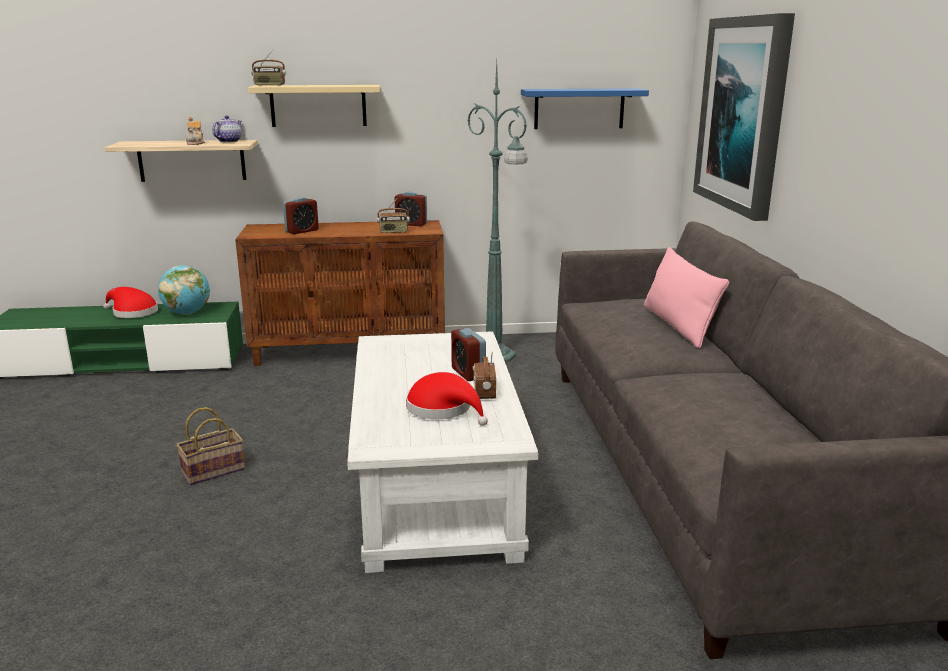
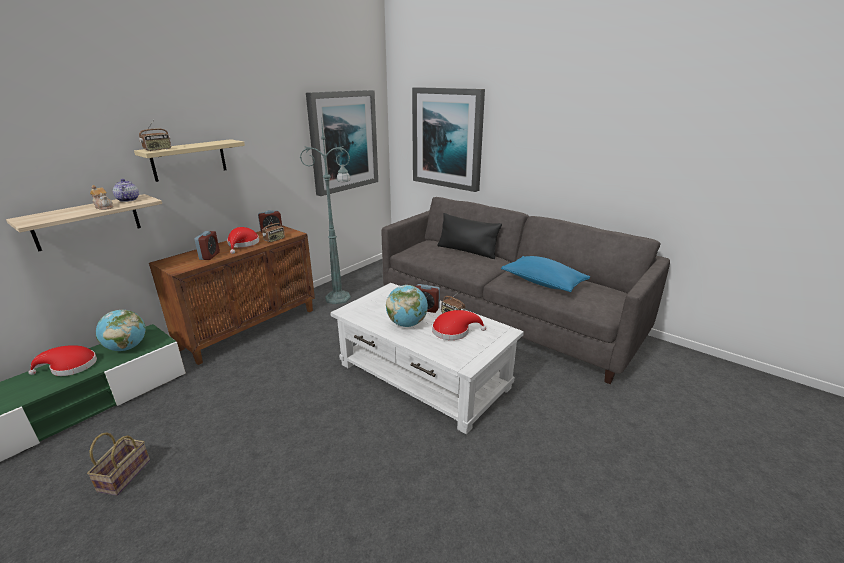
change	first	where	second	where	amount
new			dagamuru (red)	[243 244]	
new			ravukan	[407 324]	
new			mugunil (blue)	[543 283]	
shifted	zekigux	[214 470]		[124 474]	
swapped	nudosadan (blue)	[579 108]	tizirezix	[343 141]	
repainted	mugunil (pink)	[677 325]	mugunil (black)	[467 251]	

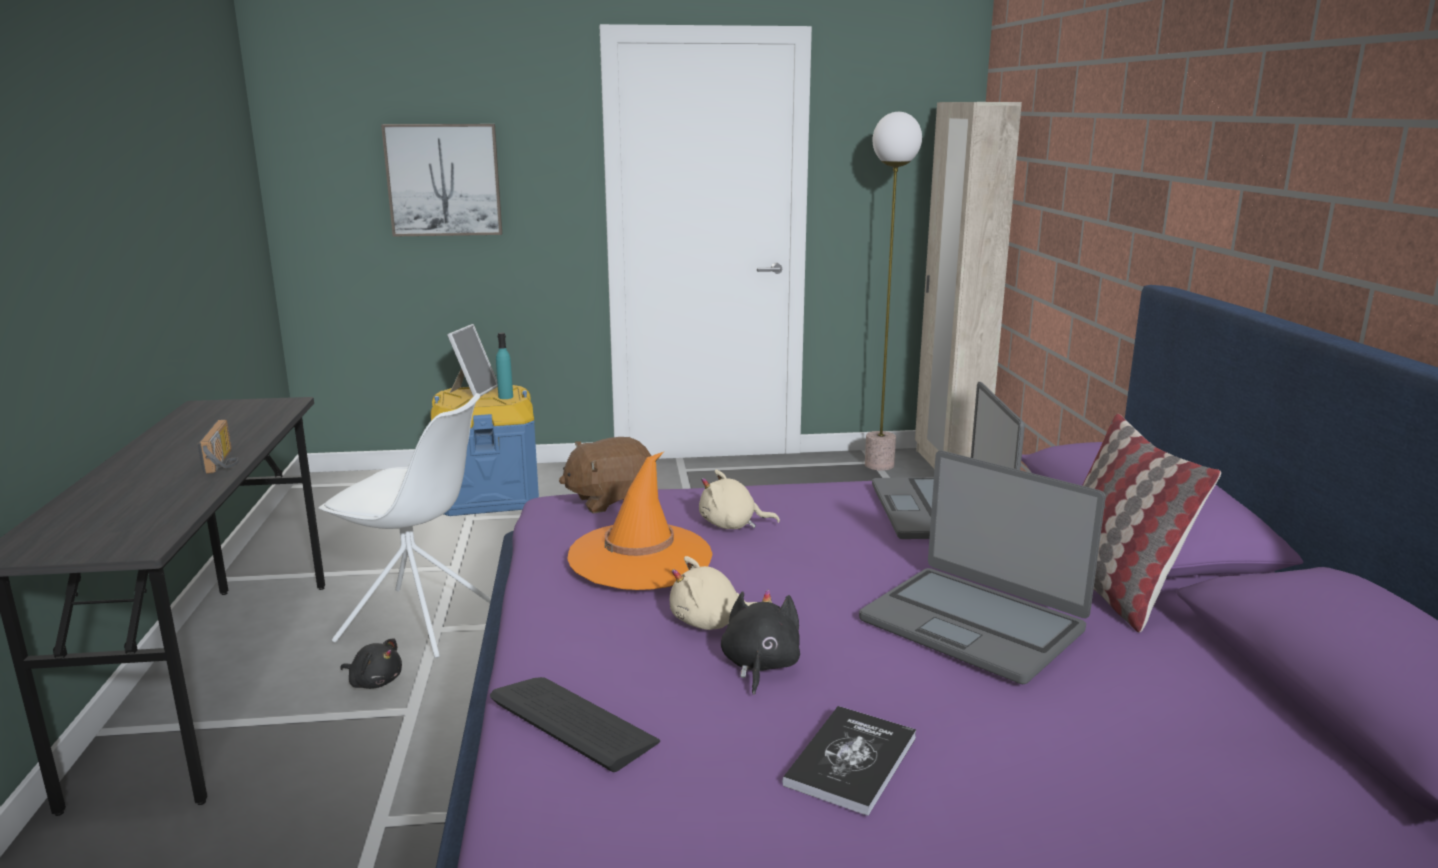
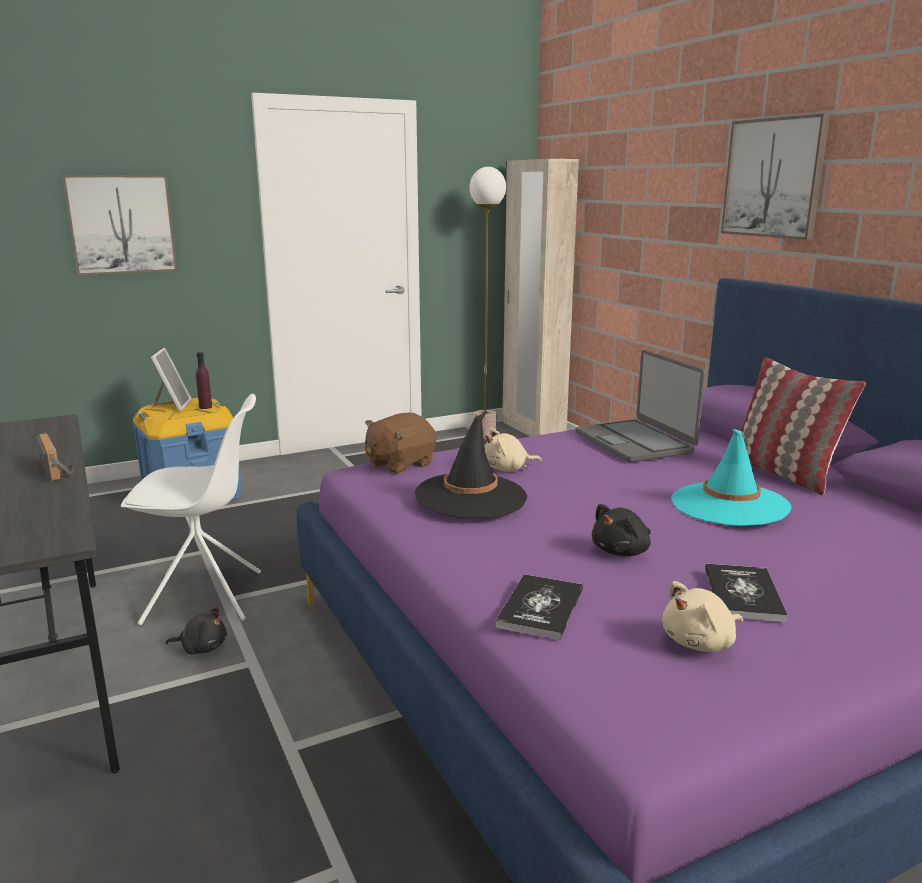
change	first	where	second	where	amount
new			tizirezix	[774 178]	
shifted	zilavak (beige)	[710 622]		[700 643]	
swapped	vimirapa	[573 723]	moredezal	[541 608]	
swapped	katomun	[973 624]	dagamuru (turquoise)	[729 505]	
repainted	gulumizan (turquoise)	[505 397]	gulumizan (purple)	[205 407]	
repainted	dagamuru (orange)	[640 557]	dagamuru (black)	[471 496]	
rotated	zilavak (black)	[759 665]		[622 551]	120 degrees counterclockwise

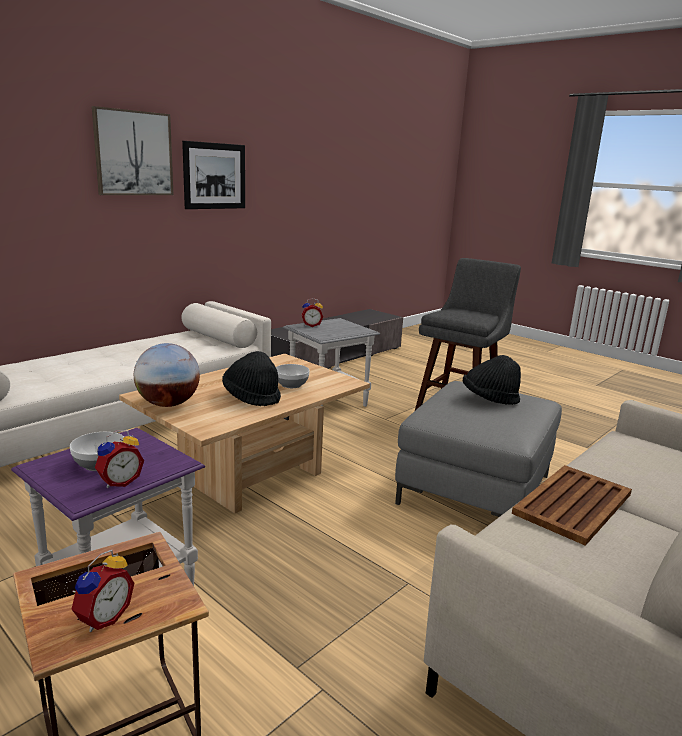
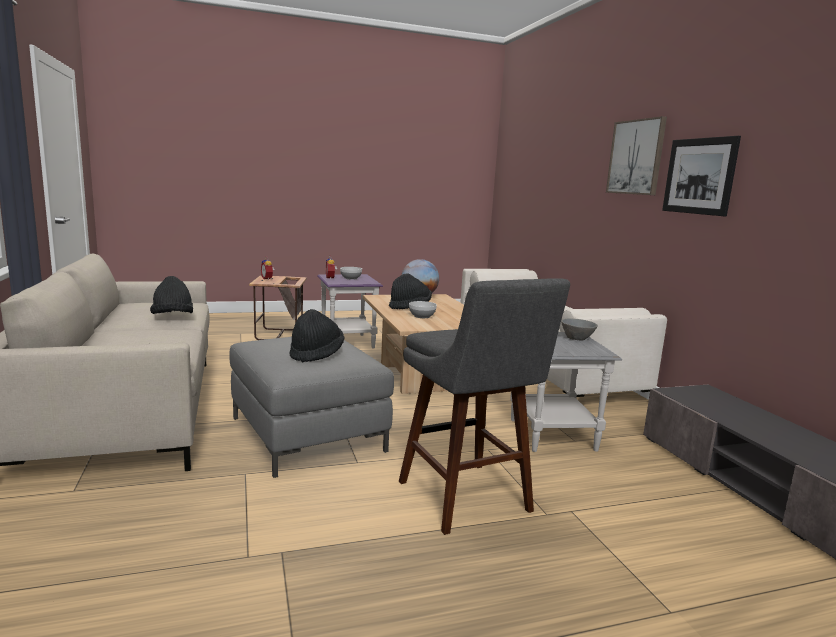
change	first	where	second	where	amount
swapped	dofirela	[311 325]	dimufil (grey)	[577 339]	
swapped	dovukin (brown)	[572 504]	dagamuru (black)	[173 317]	

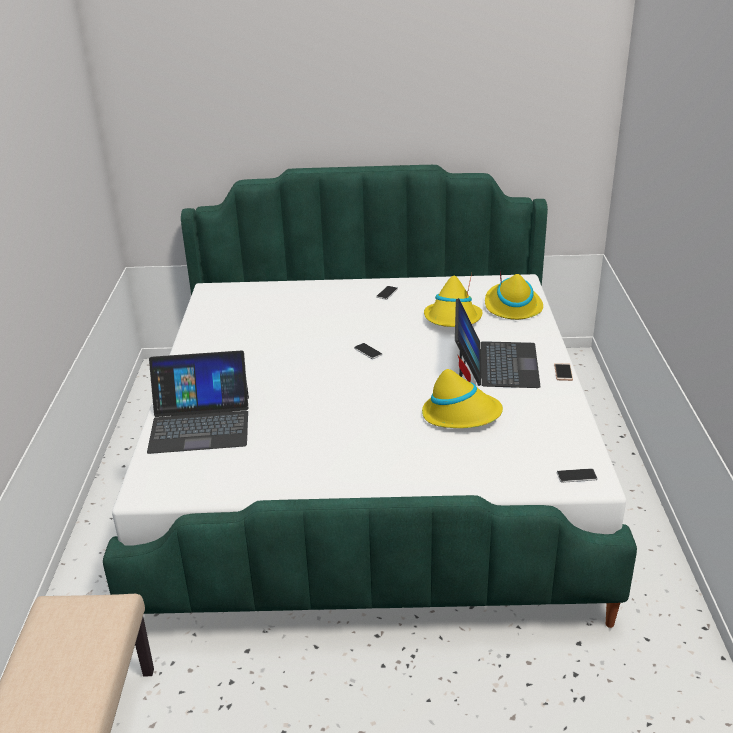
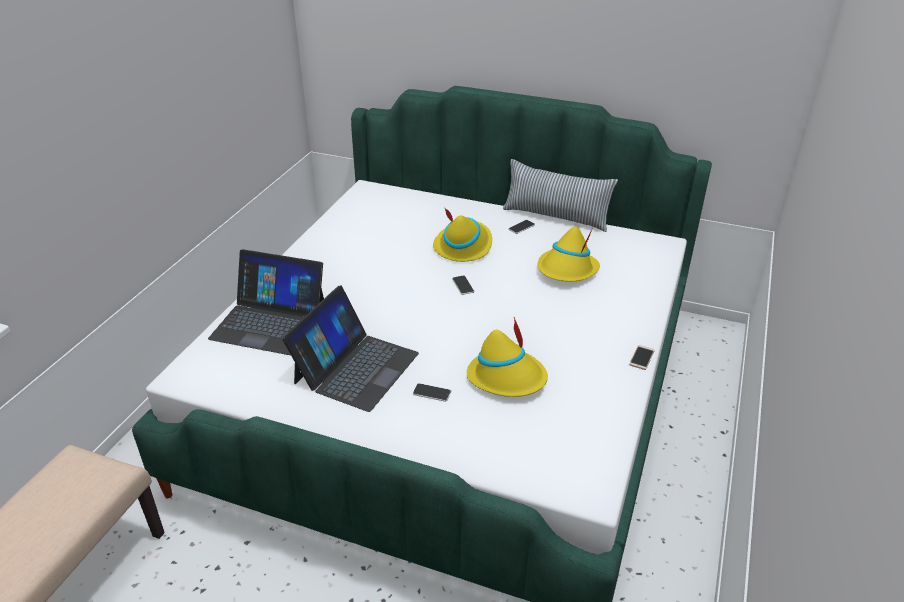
change	first	where	second	where	amount
new			mugunil	[556 217]	
shifted	katomun	[495 364]		[355 367]	
shifted	dagamuru (yellow)	[512 306]		[463 246]	
shifted	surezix	[576 476]		[432 393]	

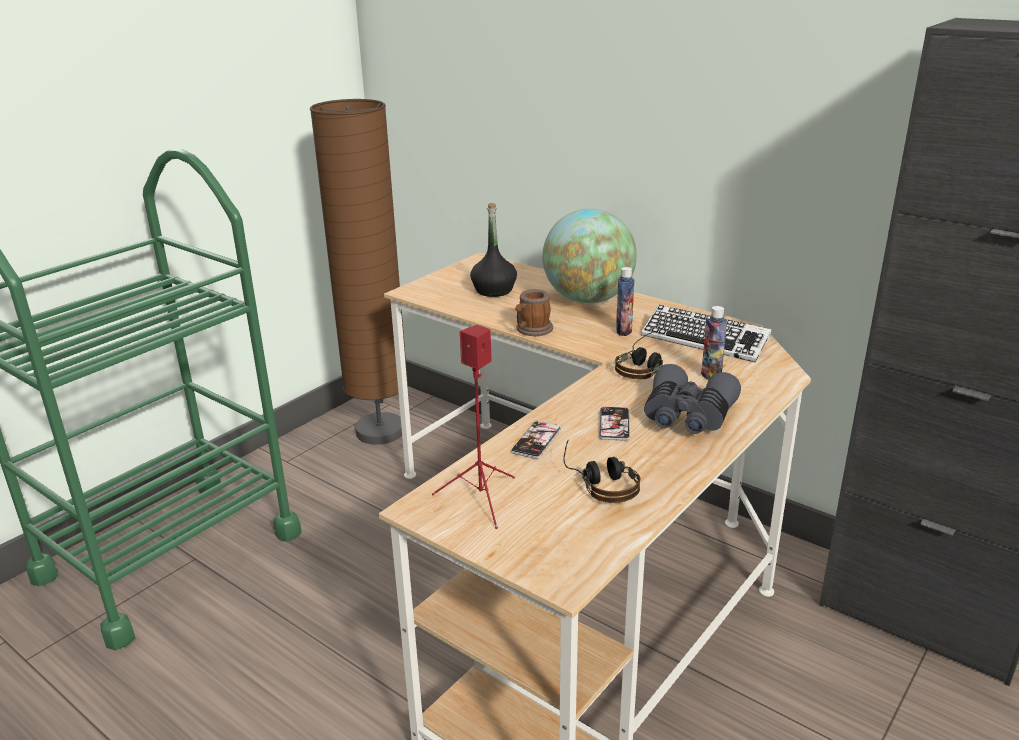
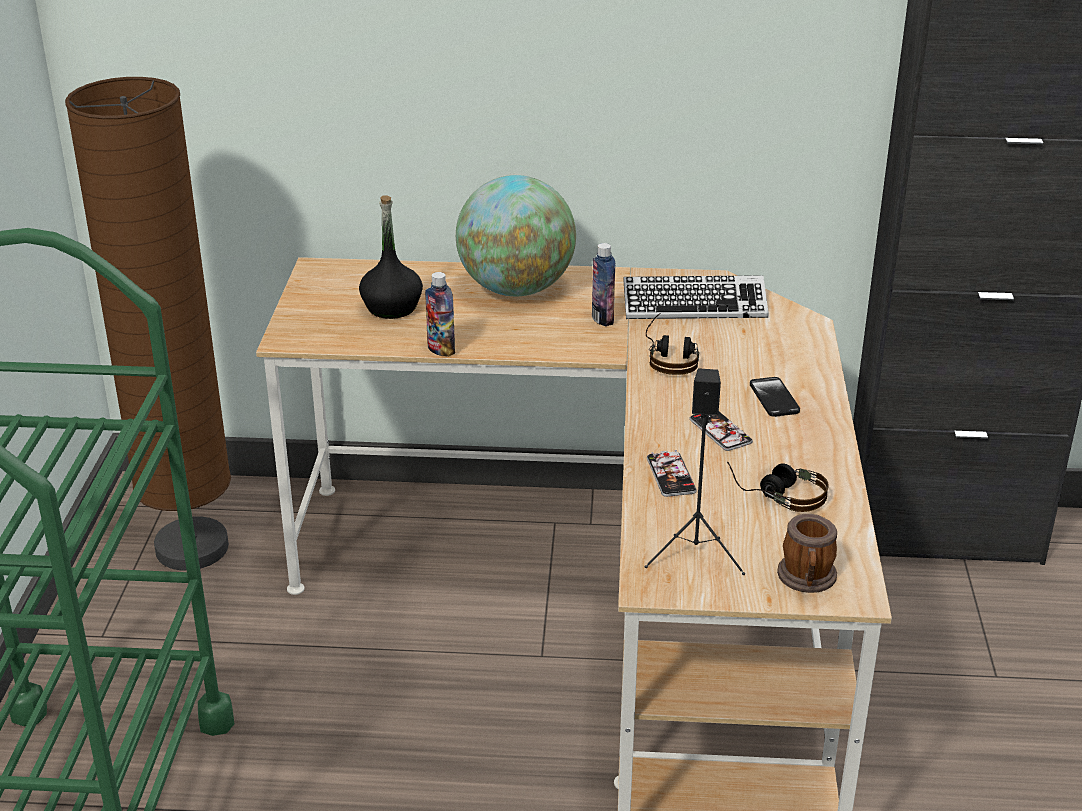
change	first	where	second	where	amount
shifted	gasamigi	[532 330]		[807 579]	
shifted	gulumizan	[711 376]		[441 350]	
swapped	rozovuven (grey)	[687 416]	surezix	[774 398]	
repainted	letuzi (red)	[481 500]	letuzi (black)	[697 553]	

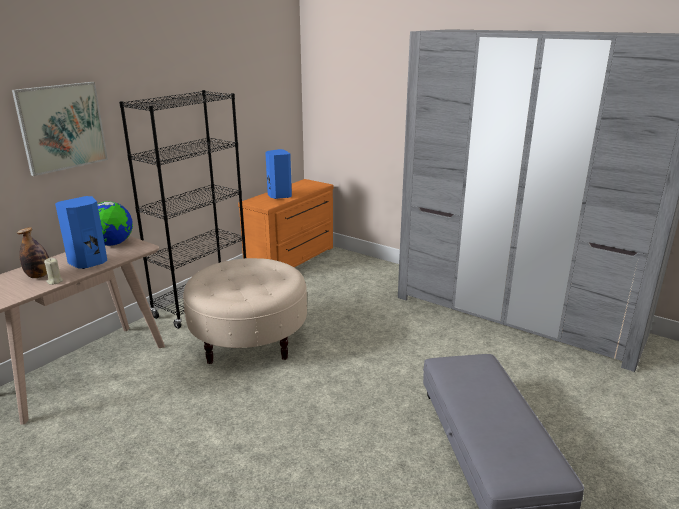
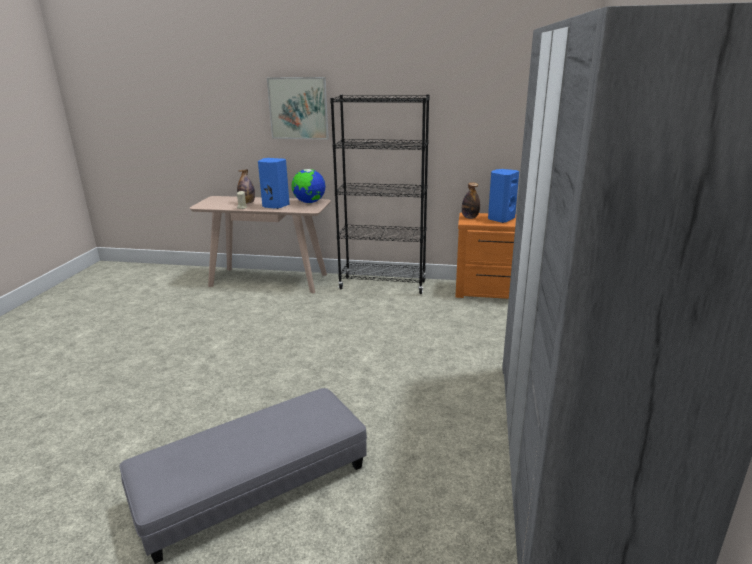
change	first	where	second	where	amount
gone	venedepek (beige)	[249 340]			
new			gulumizan	[470 217]	

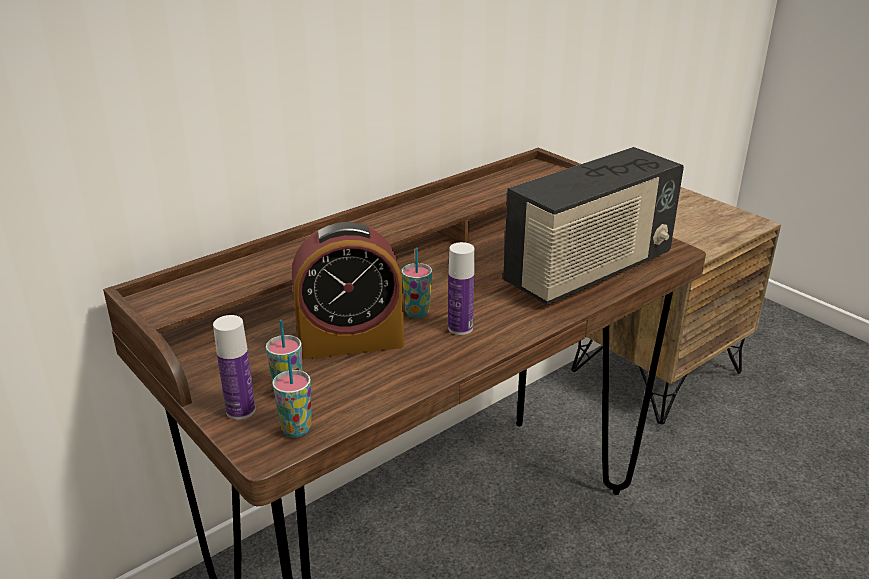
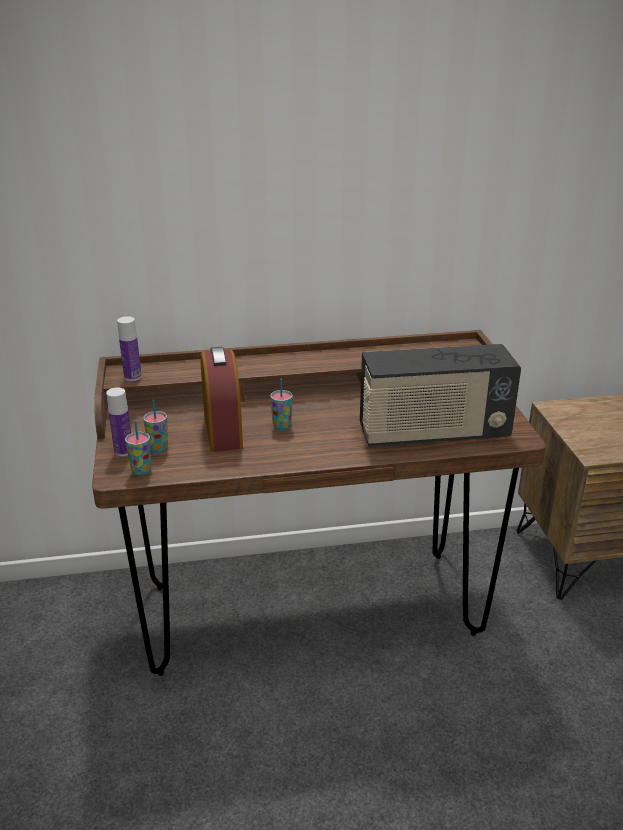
change	first	where	second	where	amount
shifted	gulumizan	[460 328]		[132 377]	
rotated	dofirela	[350 341]		[223 431]	120 degrees counterclockwise

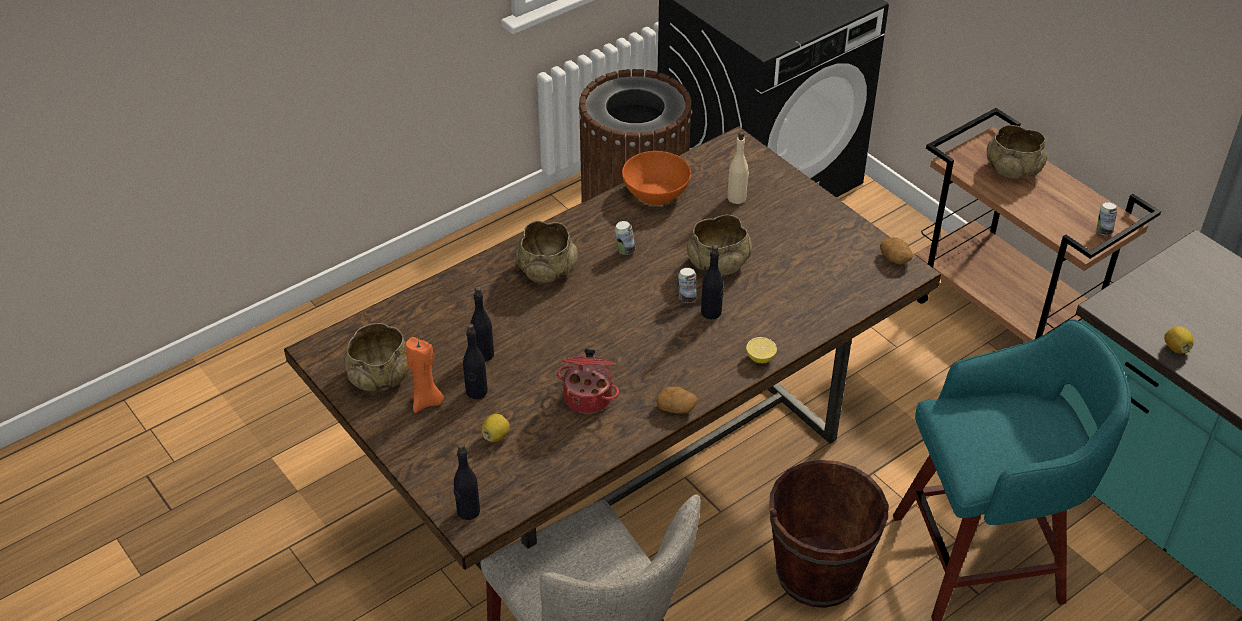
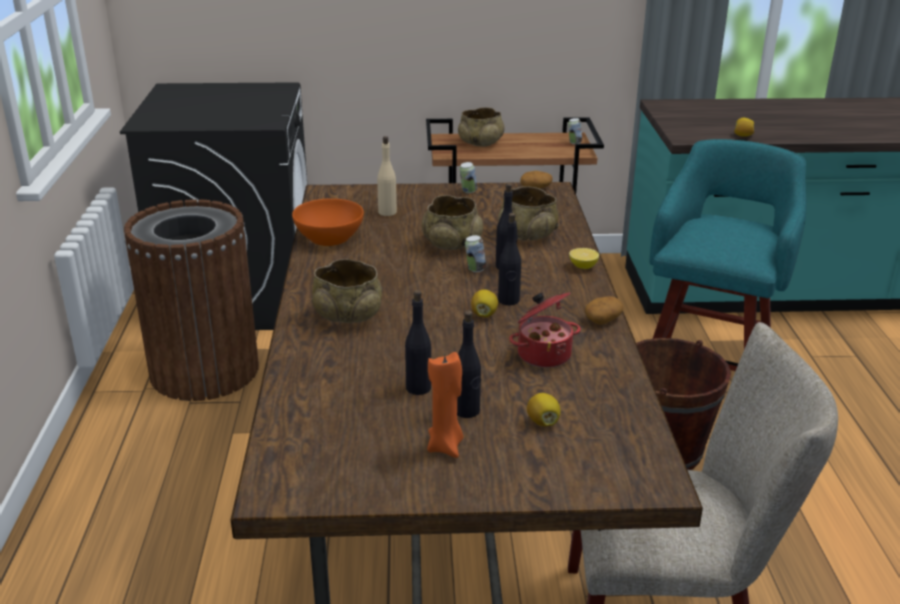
change	first	where	second	where	amount
new			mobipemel	[484 314]	
shifted	dimufil (beige)	[380 376]		[527 234]	
shifted	gulumizan (black)	[468 511]		[508 300]	
shifted	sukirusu	[625 250]		[468 191]	

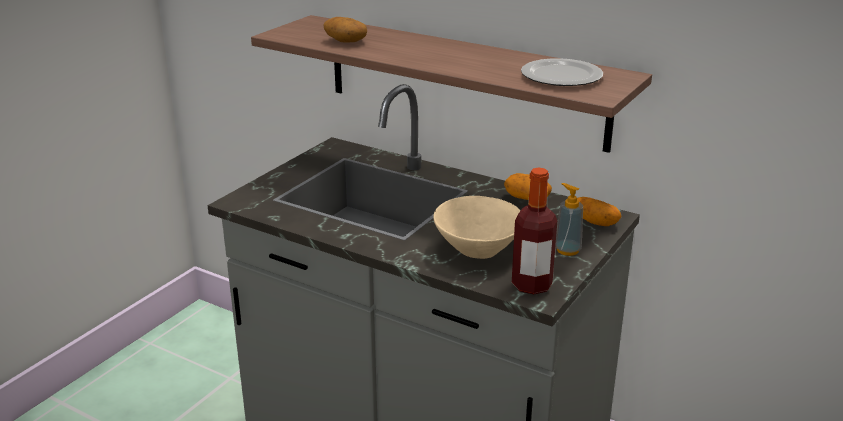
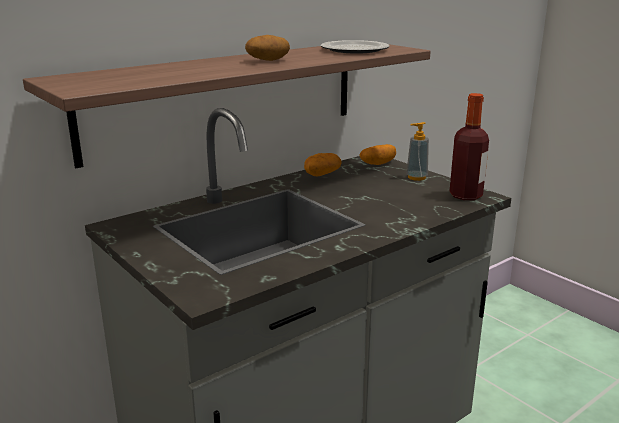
change	first	where	second	where	amount
gone	dimufil (beige)	[478 251]			
shifted	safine	[345 41]		[268 60]	

